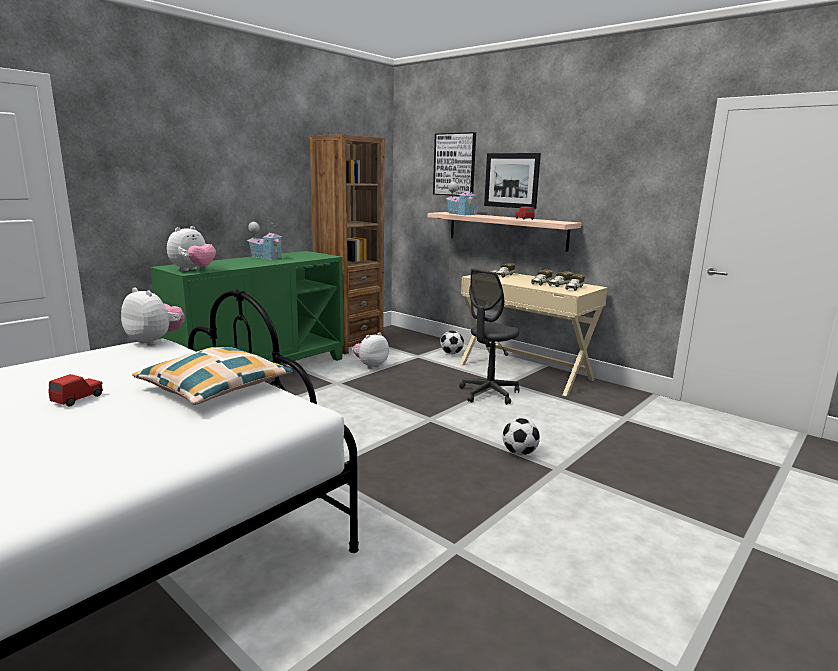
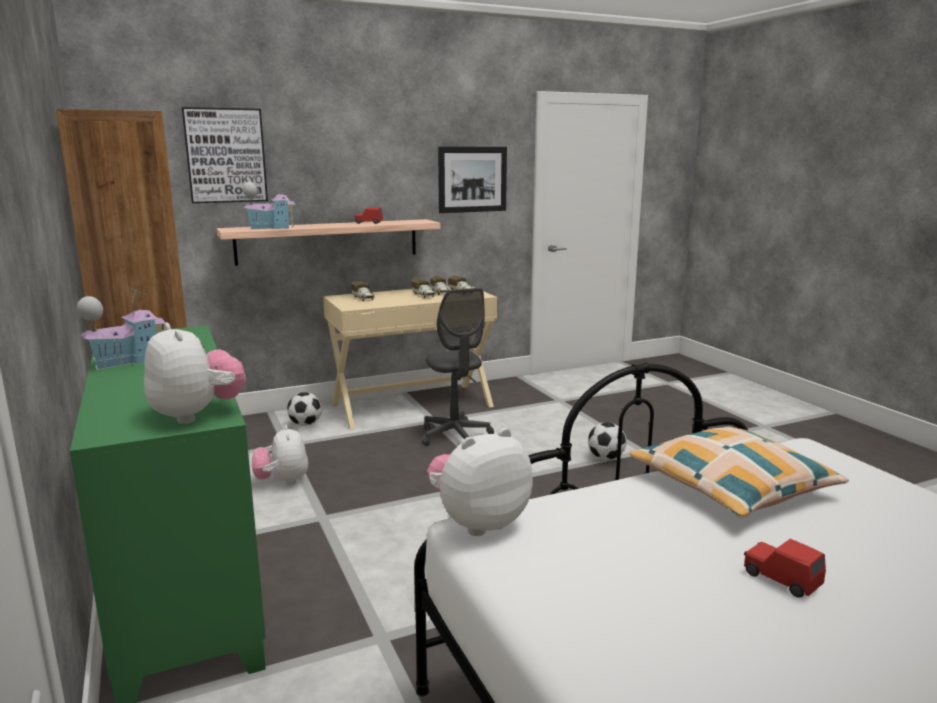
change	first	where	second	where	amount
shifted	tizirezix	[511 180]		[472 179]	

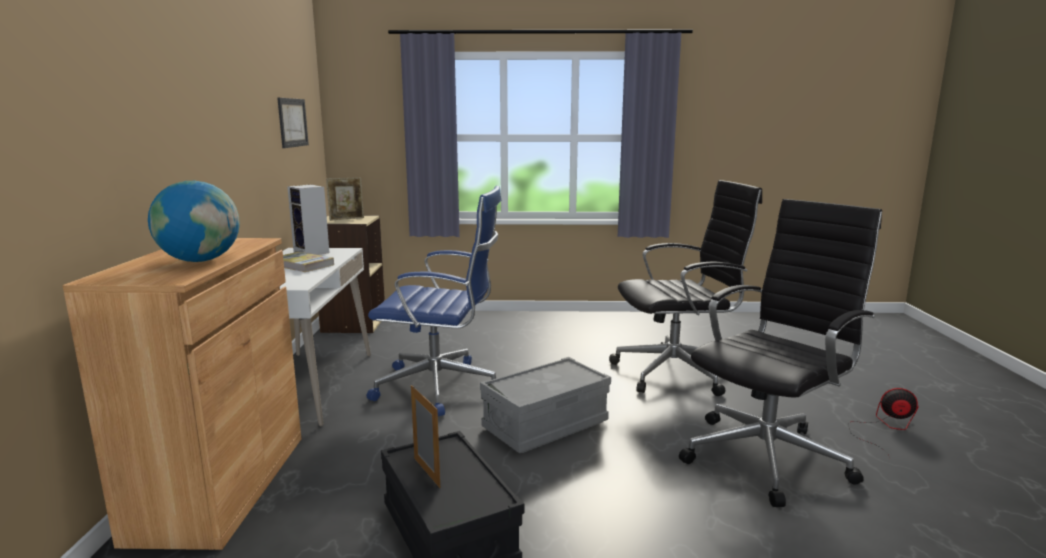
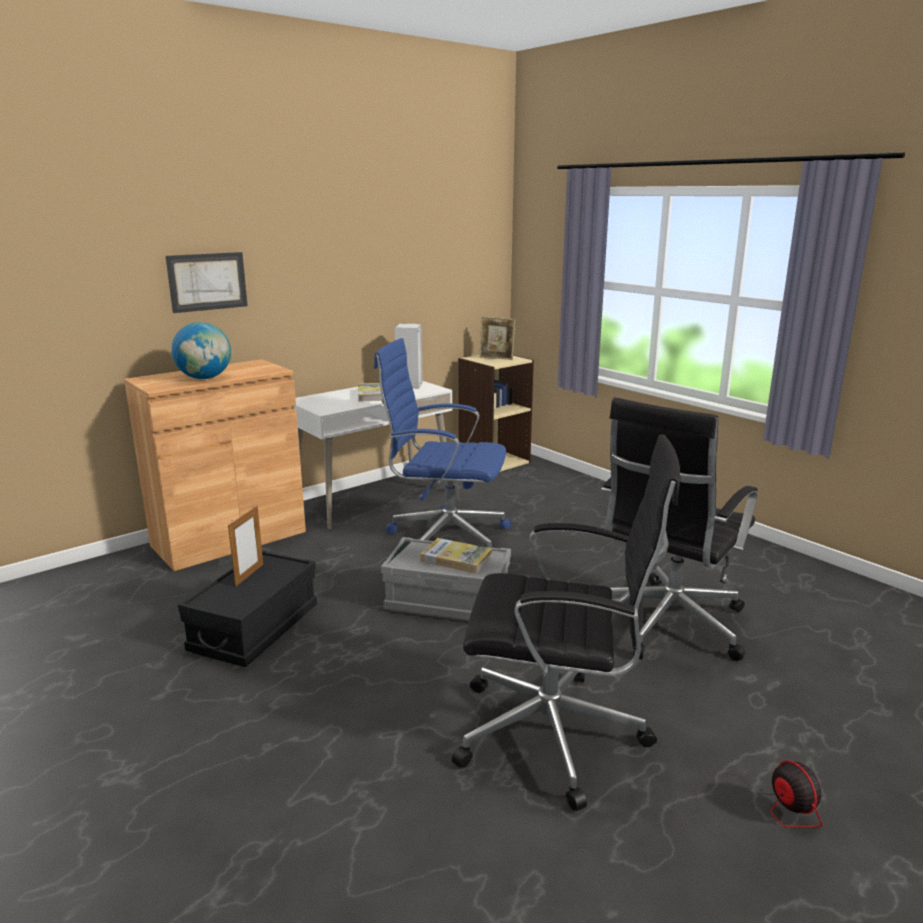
change	first	where	second	where	amount
new			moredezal	[456 558]	
shifted	tizirezix	[292 122]		[207 281]	
rotated	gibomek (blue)	[441 387]		[445 537]	135 degrees clockwise
rotated	gibomek (black)	[677 372]		[667 624]	90 degrees clockwise

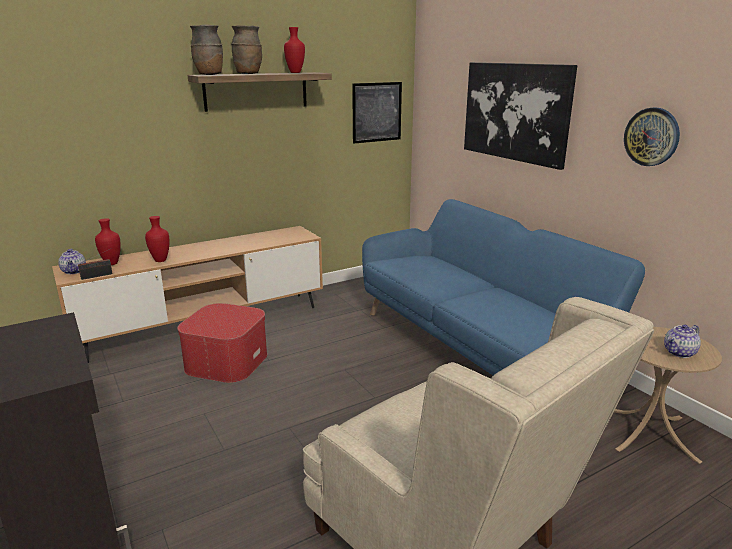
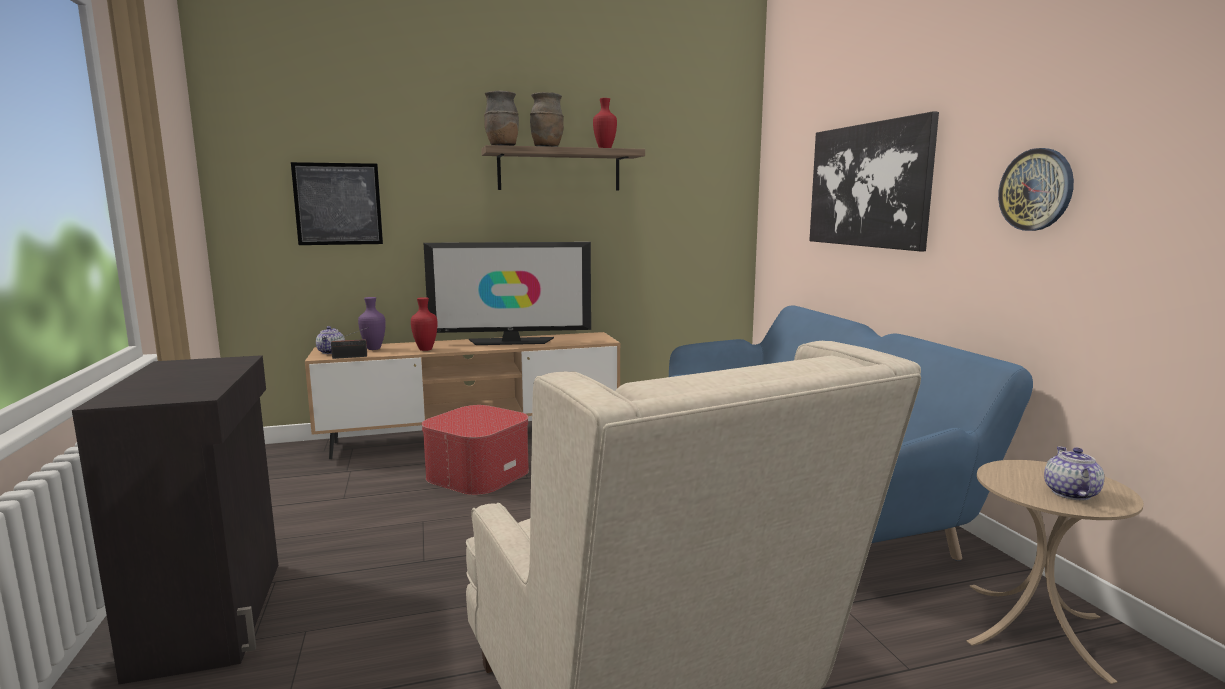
change	first	where	second	where	amount
new			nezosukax	[511 341]	
shifted	tizirezix	[377 112]		[338 204]	
repainted	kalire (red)	[111 264]	kalire (purple)	[373 349]	
rotated	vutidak	[679 353]		[1069 493]	120 degrees clockwise

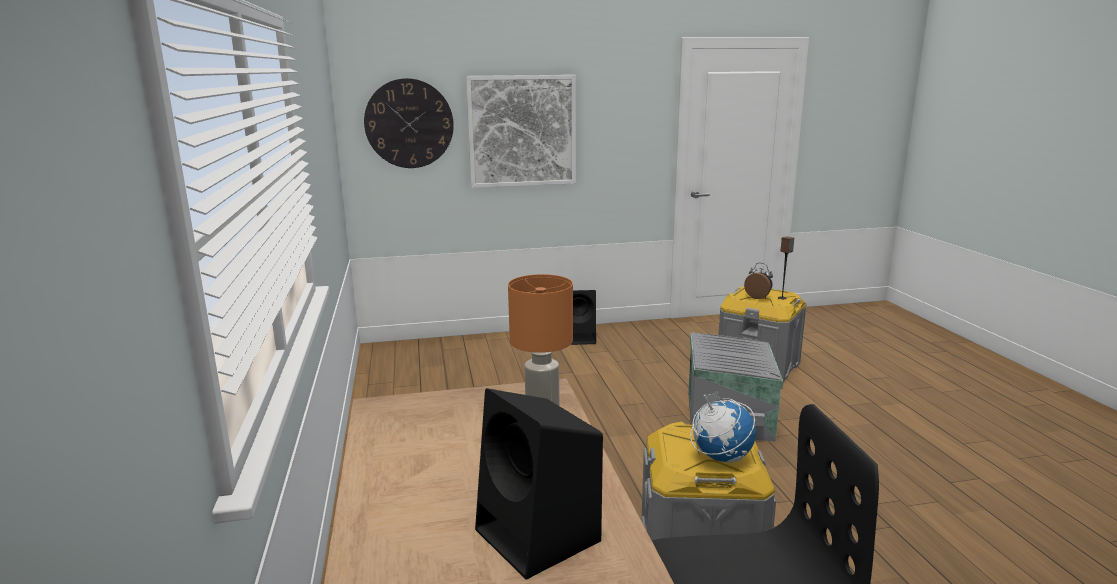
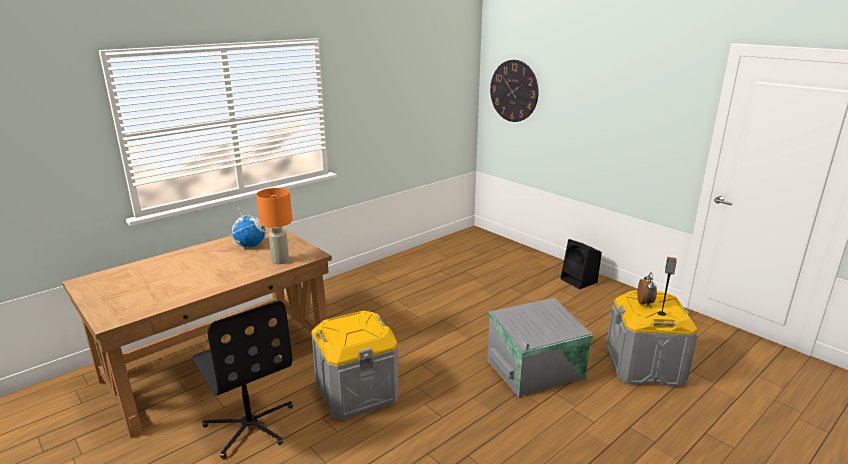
change	first	where	second	where	amount
gone	tizirezix	[522 131]			
gone	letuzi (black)	[540 537]			
shifted	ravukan	[721 457]		[250 245]	

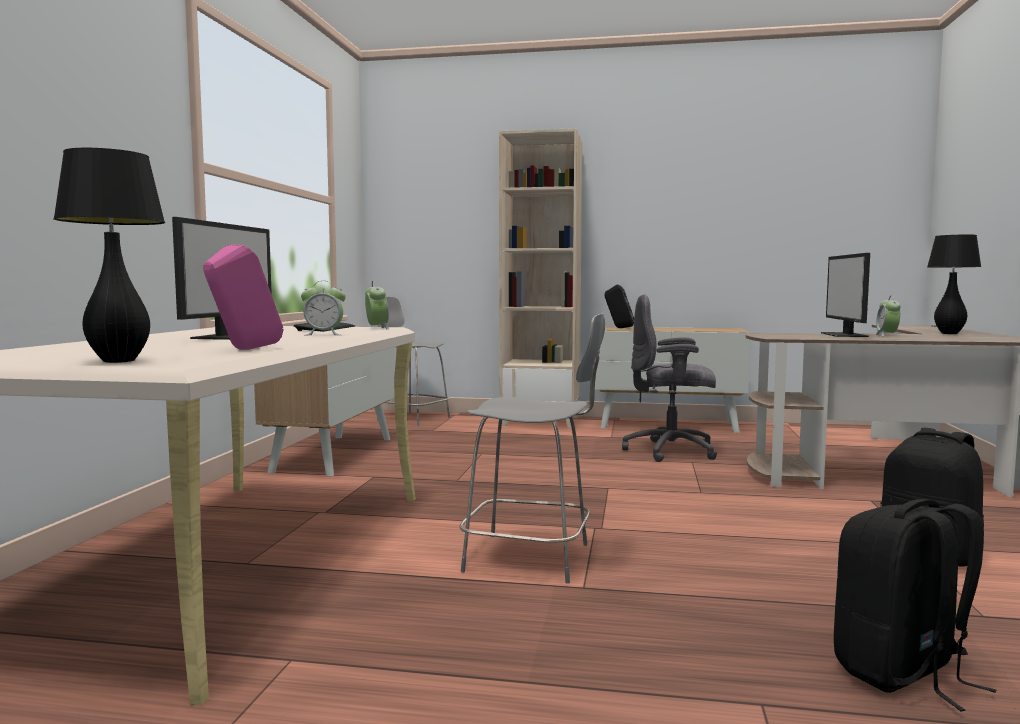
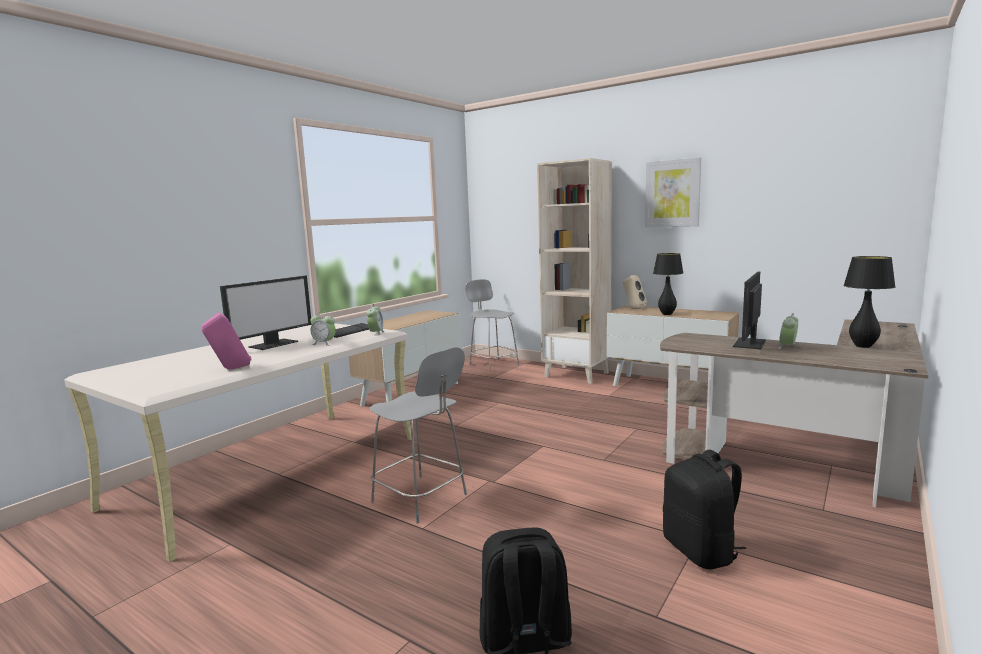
change	first	where	second	where	amount
gone	gibomek (grey)	[672 451]			
new			tizirezix	[672 193]	
shifted	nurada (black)	[118 361]		[667 314]	
repainted	letuzi (black)	[619 328]	letuzi (beige)	[633 309]	

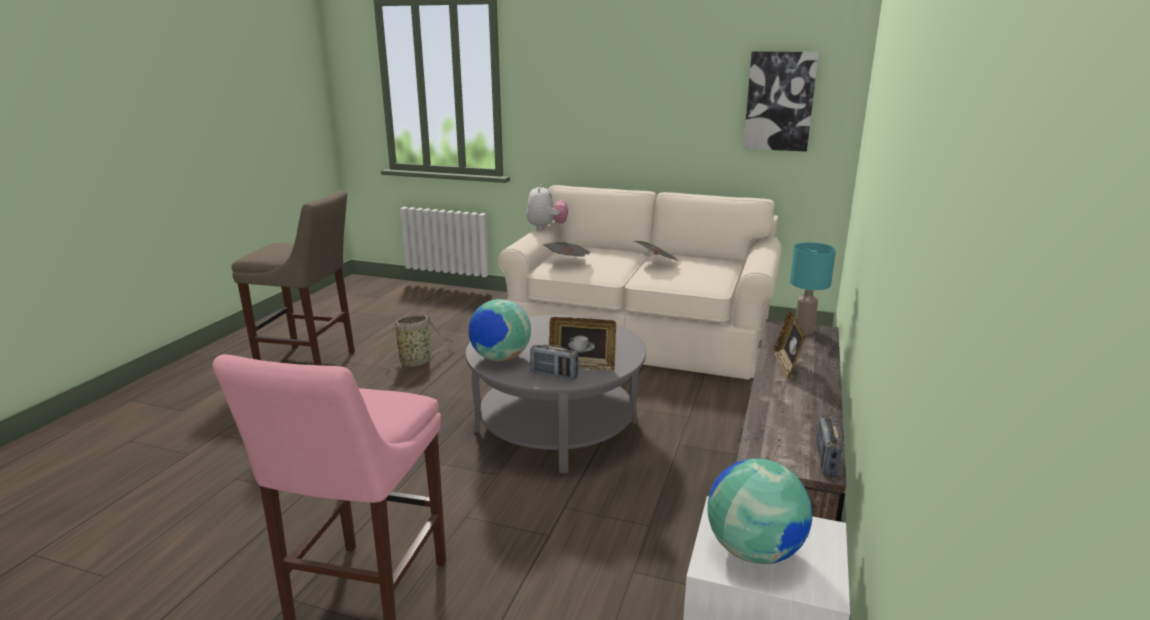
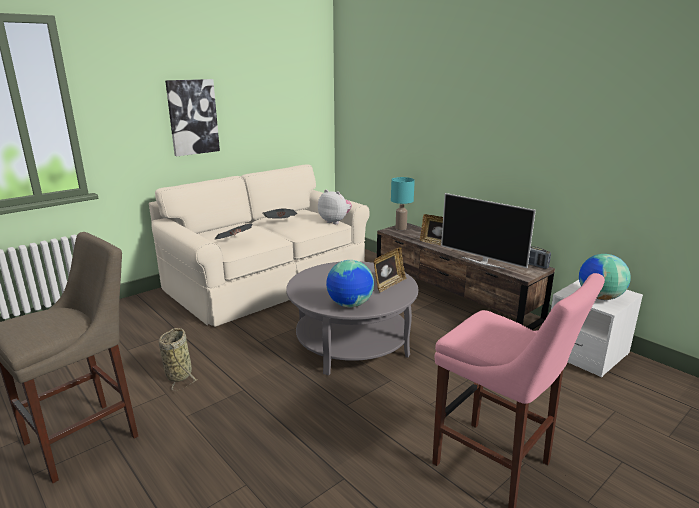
change	first	where	second	where	amount
gone	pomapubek	[554 375]			
new			nezosukax	[483 262]	
shifted	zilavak	[546 228]		[335 221]	
shifted	tizirezix	[779 101]		[192 117]	

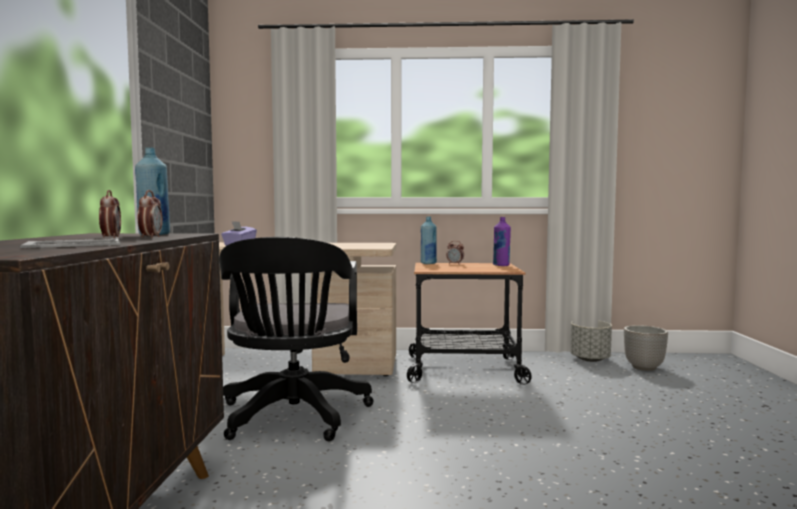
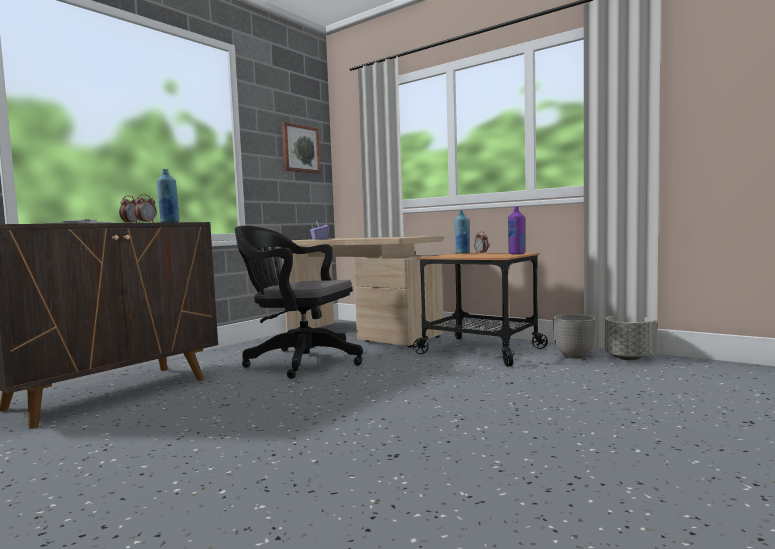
change	first	where	second	where	amount
new			tizirezix	[300 149]	
shifted	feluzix	[644 368]		[574 356]	
rotated	gibomek (black)	[293 417]		[299 361]	75 degrees clockwise

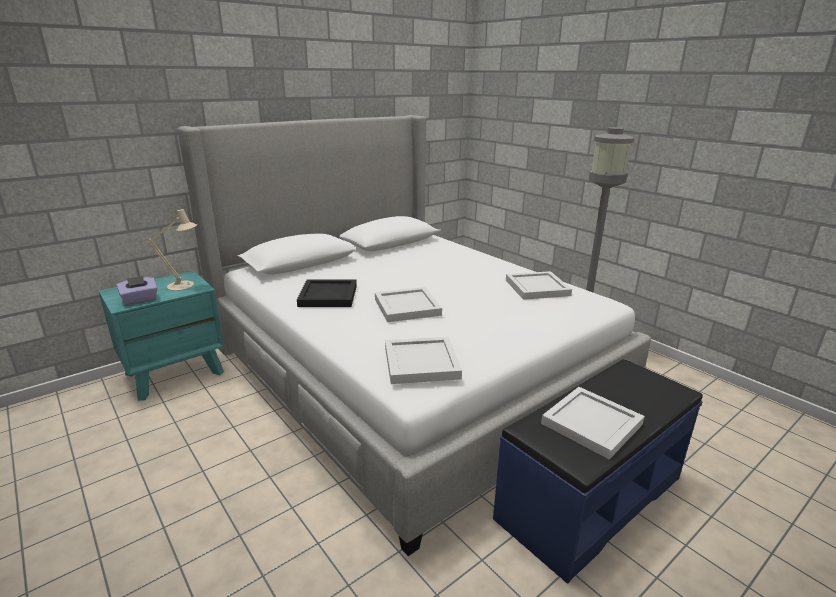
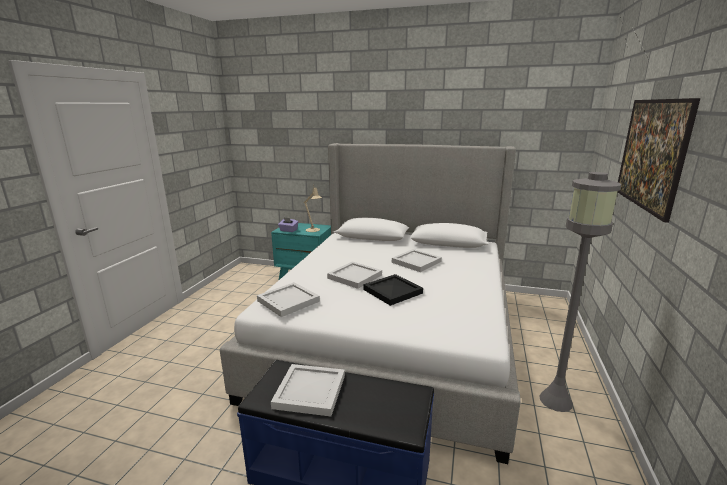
change	first	where	second	where	amount
new			tizirezix	[646 180]	
shifted	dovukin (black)	[327 296]		[391 291]	
shifted	dovukin (white)	[537 287]		[417 262]	

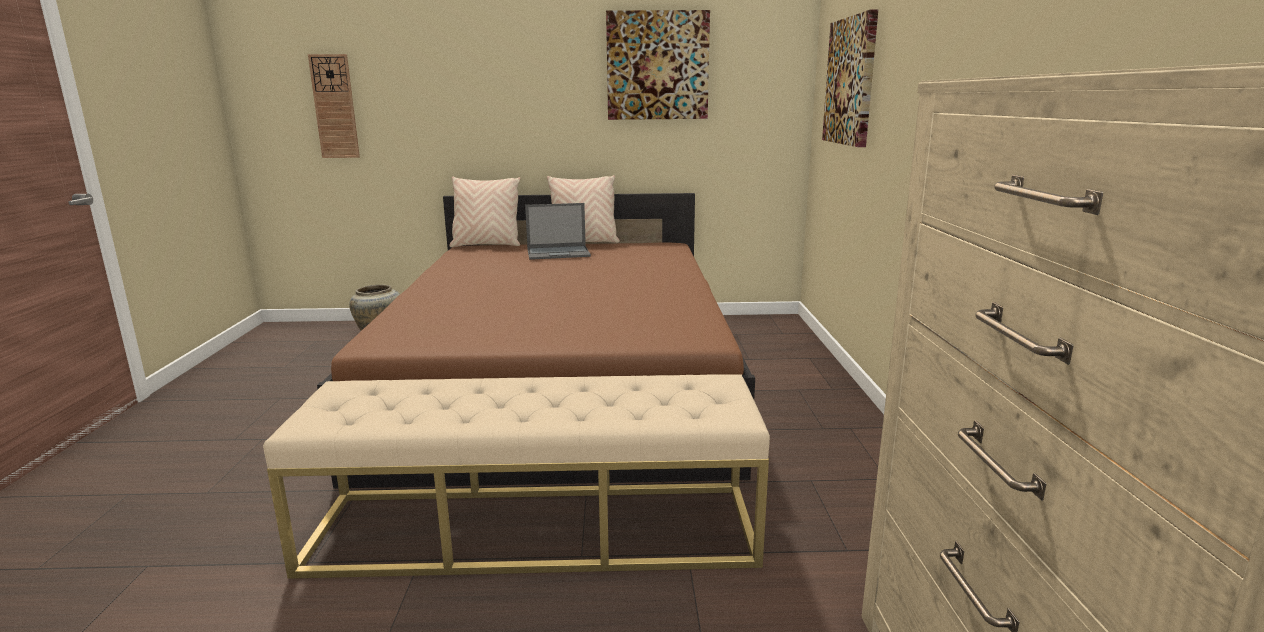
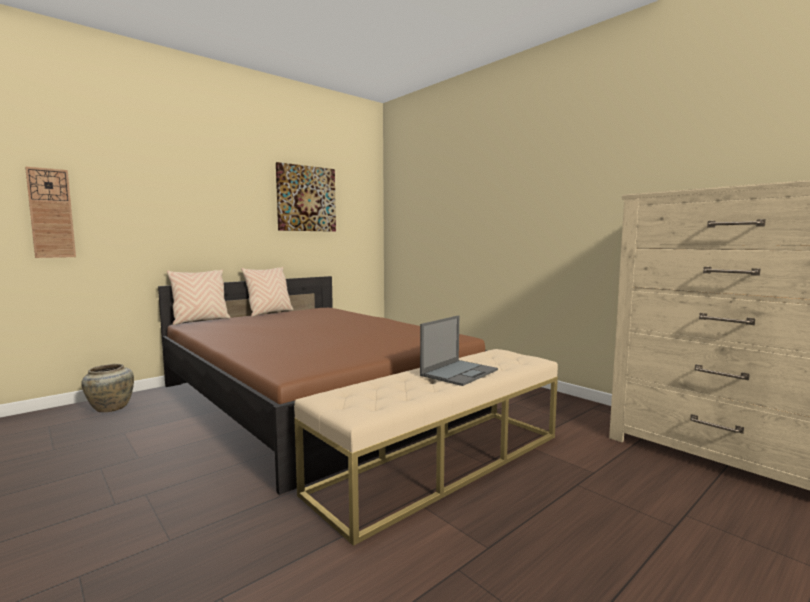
change	first	where	second	where	amount
gone	tizirezix	[851 81]			
shifted	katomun	[559 253]		[459 372]	

